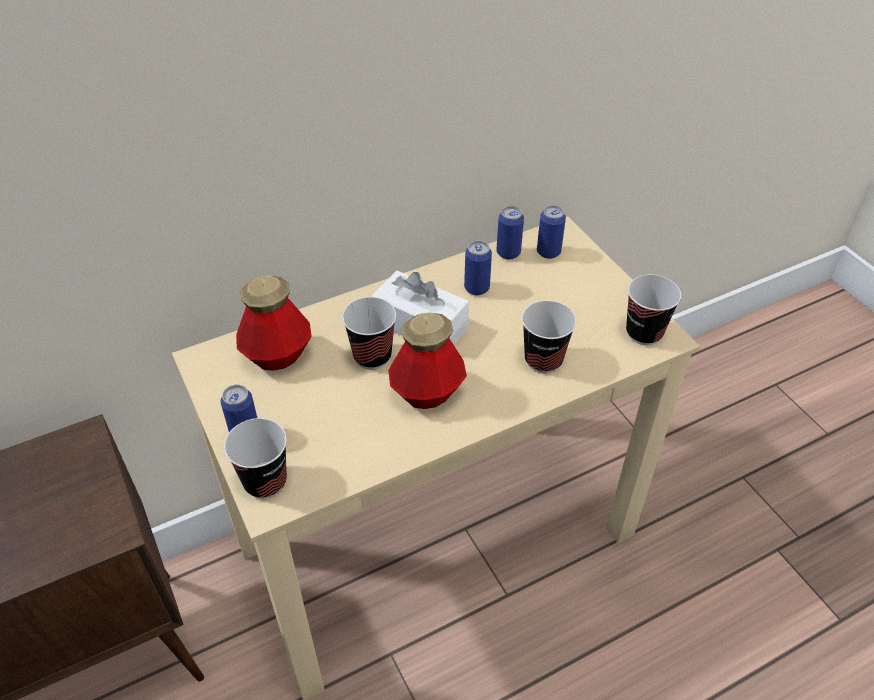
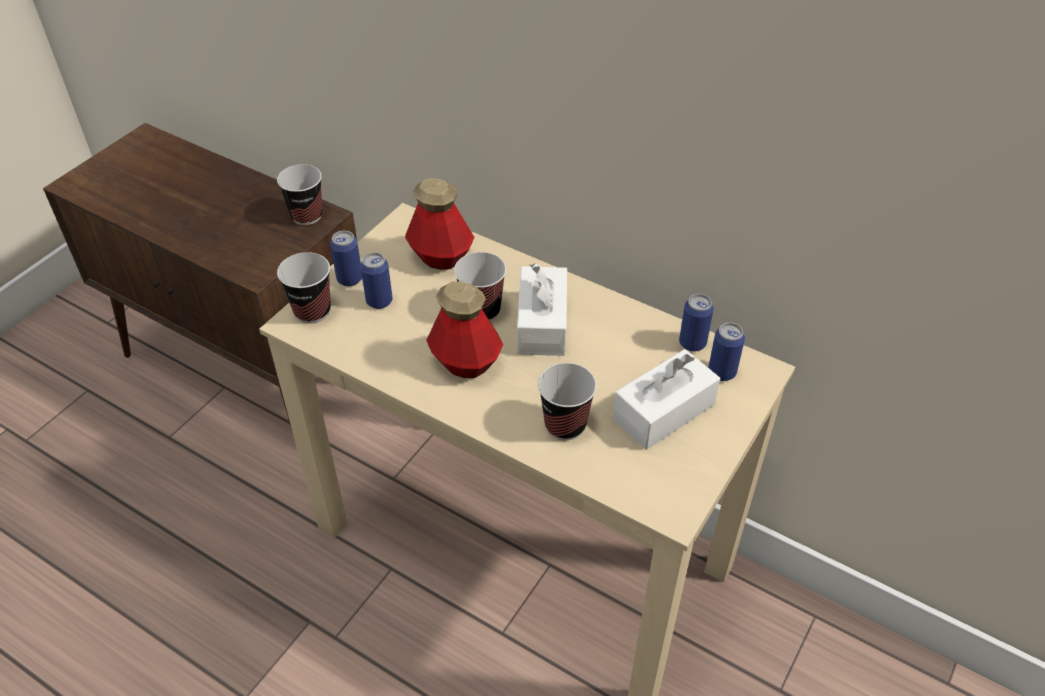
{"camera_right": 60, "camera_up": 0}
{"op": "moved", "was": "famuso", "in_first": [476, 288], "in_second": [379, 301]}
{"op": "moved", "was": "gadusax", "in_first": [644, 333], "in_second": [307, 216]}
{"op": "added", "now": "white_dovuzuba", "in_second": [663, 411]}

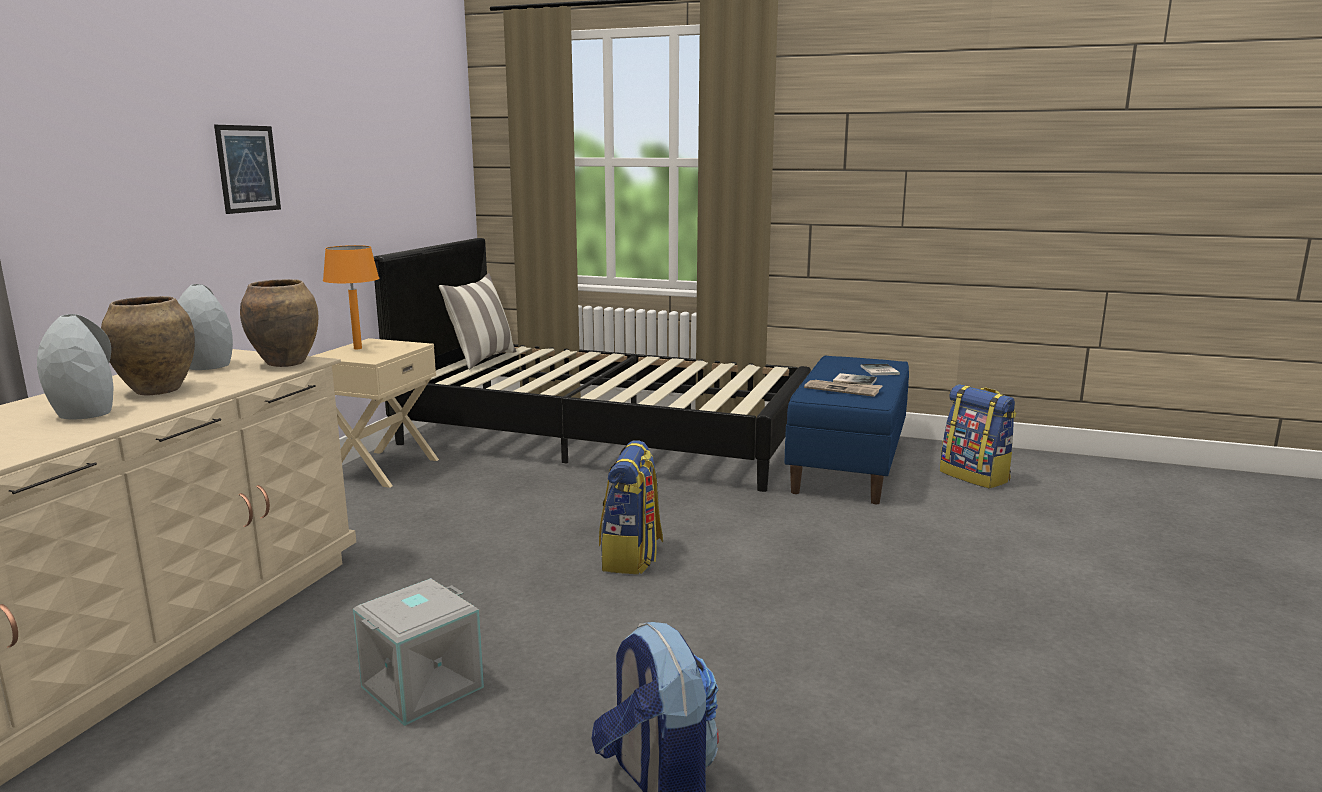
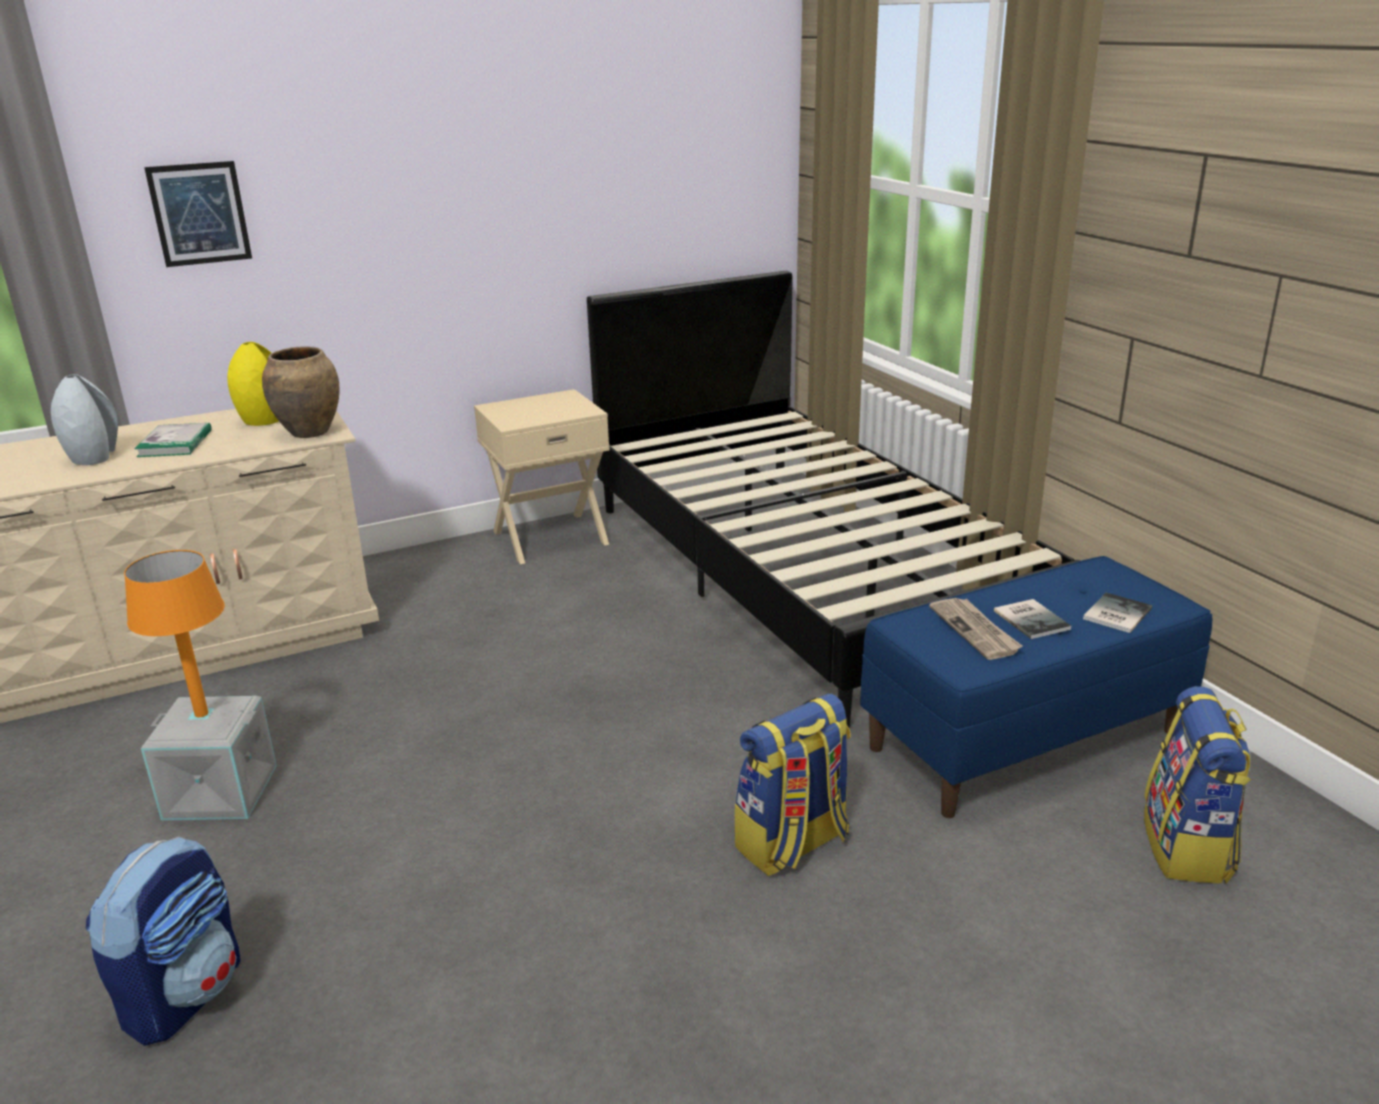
{"camera_right": 45, "camera_up": 10}
{"op": "replaced", "was": "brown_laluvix", "now": "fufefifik", "in_first": [157, 390], "in_second": [175, 443]}
{"op": "recoloured", "was": "grey_laluvix", "now": "yellow_laluvix", "in_first": [206, 366], "in_second": [262, 420]}
{"op": "moved", "was": "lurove", "in_first": [248, 169], "in_second": [199, 214]}
{"op": "moved", "was": "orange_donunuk", "in_first": [358, 348], "in_second": [202, 714]}
{"op": "removed", "was": "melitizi", "in_first": [482, 359]}
{"op": "moved", "was": "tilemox", "in_first": [632, 557], "in_second": [793, 844]}

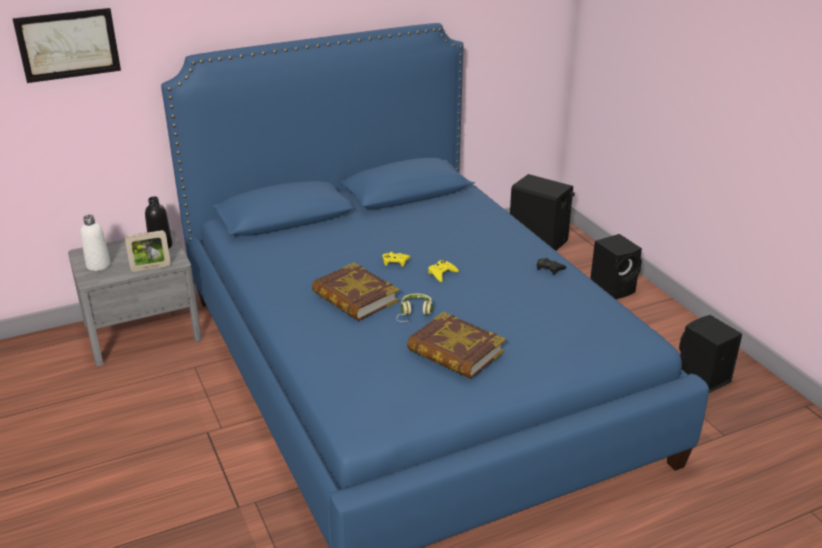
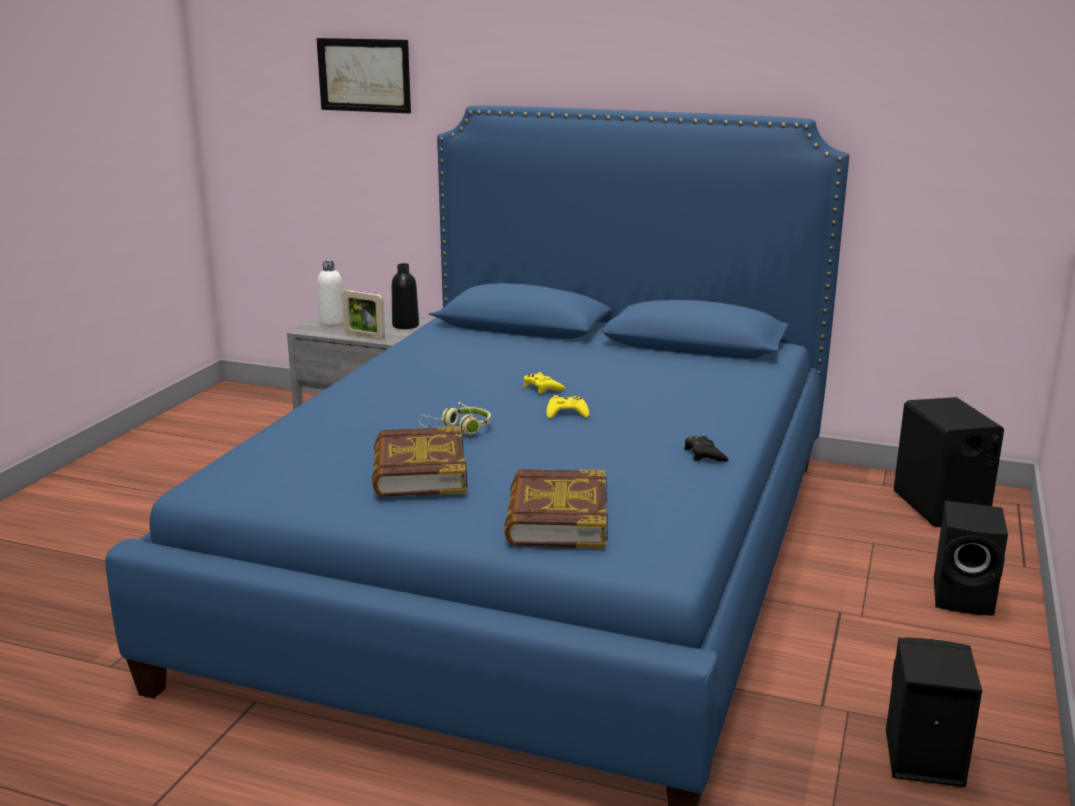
{"camera_right": 45, "camera_up": -10}
{"op": "moved", "was": "fufefifik", "in_first": [355, 298], "in_second": [556, 518]}

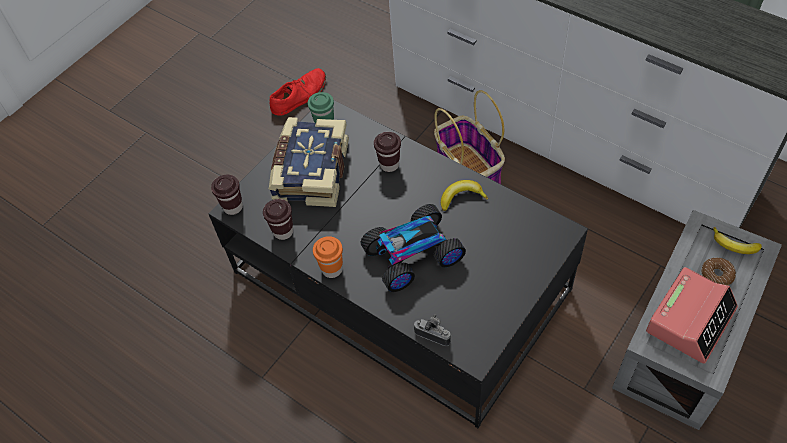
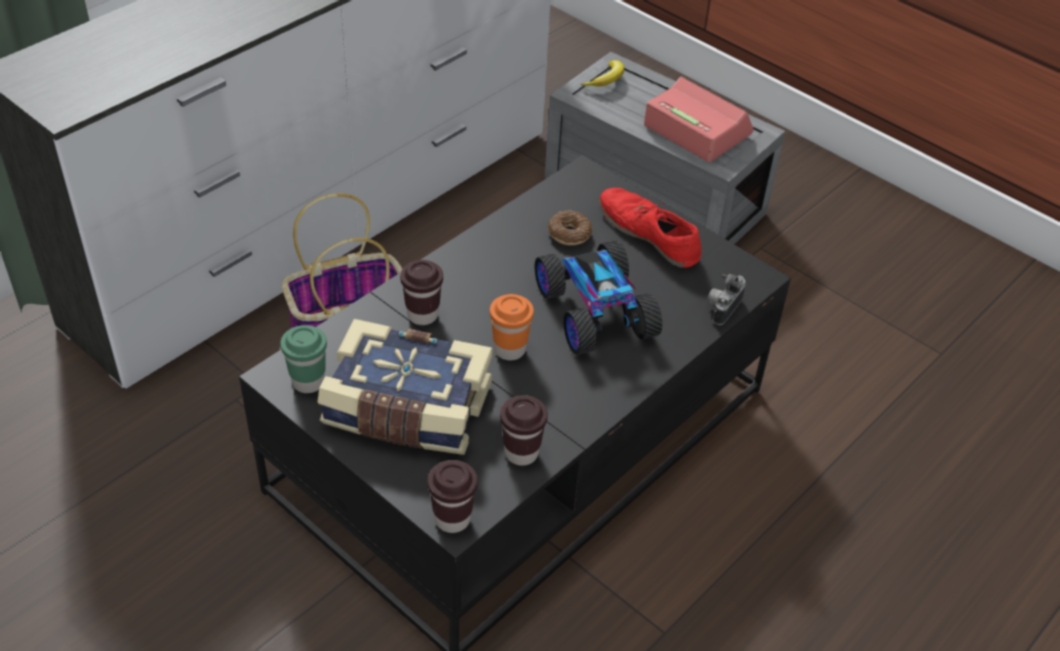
{"camera_right": -90, "camera_up": -10}
{"op": "moved", "was": "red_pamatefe", "in_first": [299, 96], "in_second": [649, 234]}
{"op": "moved", "was": "orange_gadusax", "in_first": [332, 269], "in_second": [509, 350]}
{"op": "removed", "was": "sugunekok", "in_first": [461, 197]}
{"op": "moved", "was": "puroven", "in_first": [716, 275], "in_second": [569, 234]}

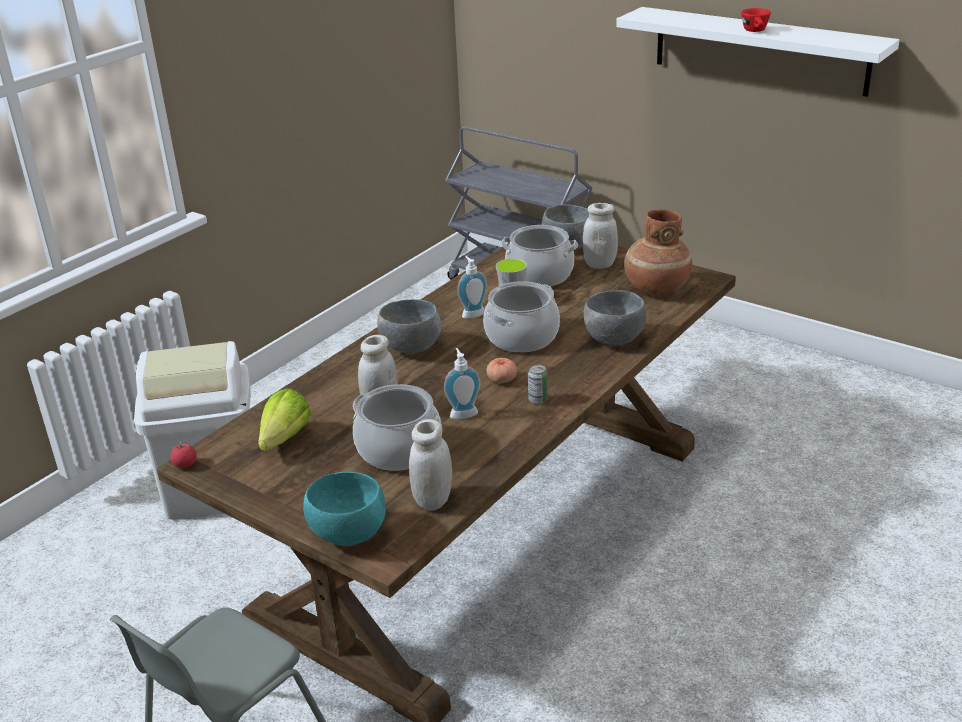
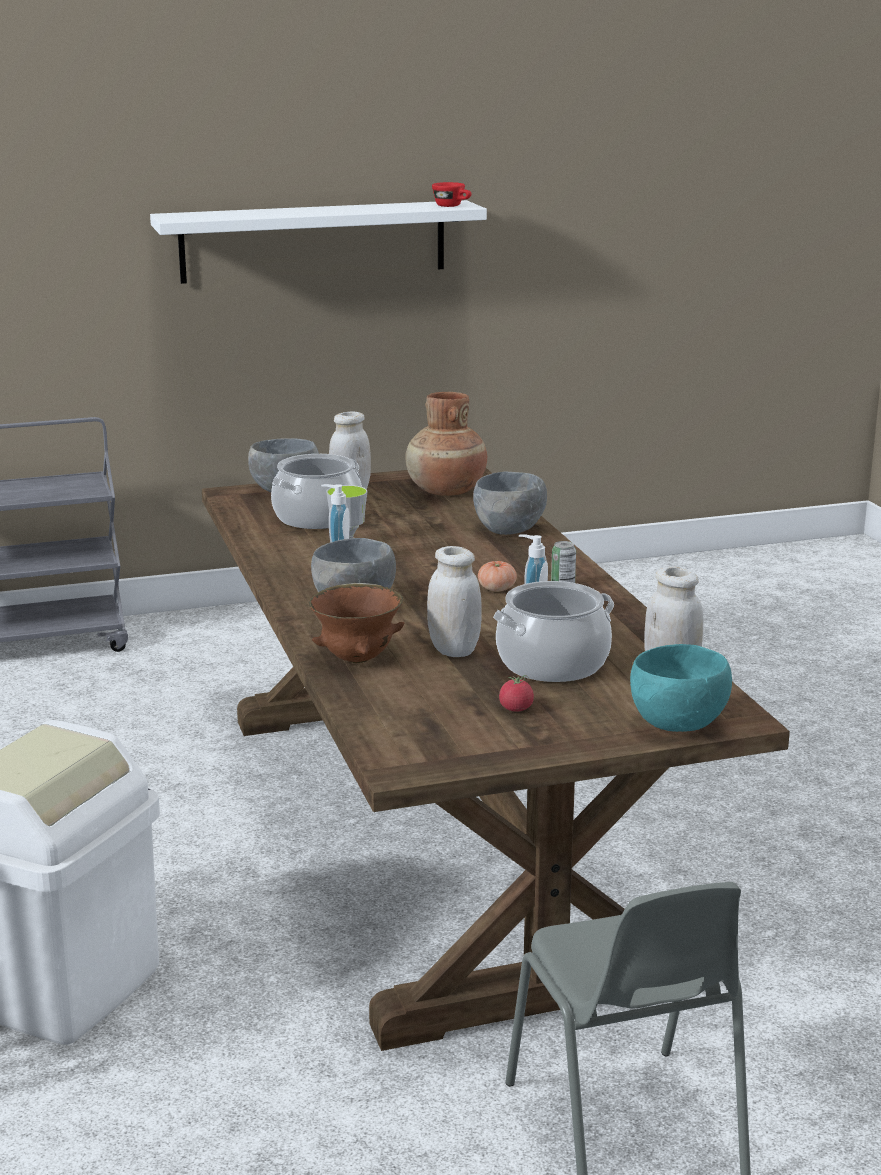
{"camera_right": -55, "camera_up": -10}
{"op": "moved", "was": "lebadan", "in_first": [185, 464], "in_second": [516, 709]}
{"op": "removed", "was": "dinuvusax", "in_first": [280, 443]}
{"op": "removed", "was": "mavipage", "in_first": [521, 337]}
{"op": "moved", "was": "red_gadusax", "in_first": [756, 31], "in_second": [452, 206]}
{"op": "added", "now": "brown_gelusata", "in_second": [358, 659]}

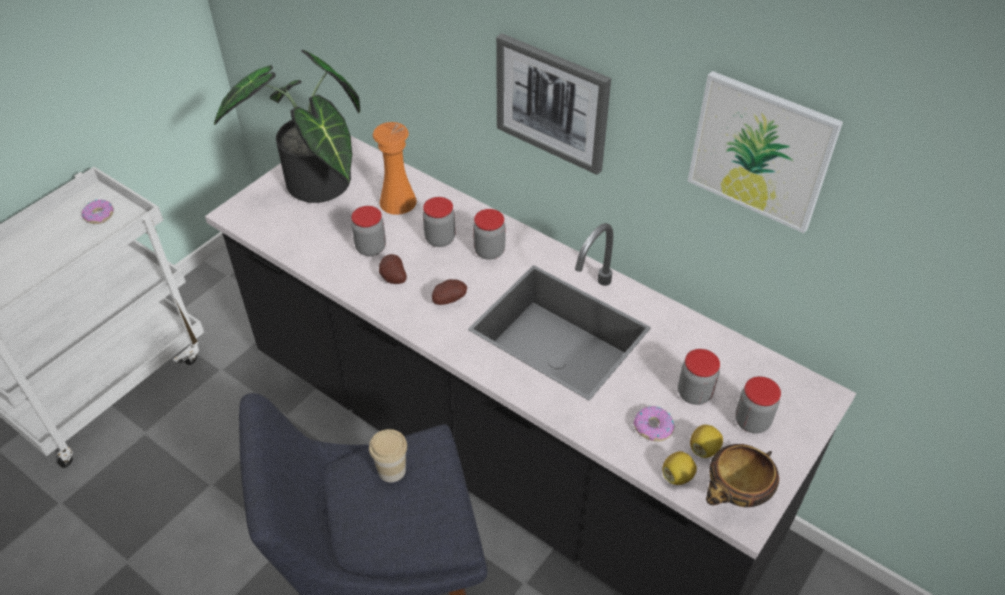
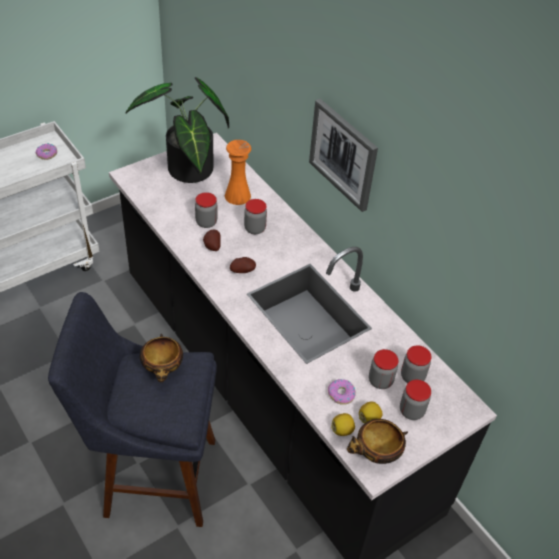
{"camera_right": 15, "camera_up": 0}
{"op": "replaced", "was": "gadusax", "now": "gelusata", "in_first": [391, 470], "in_second": [163, 370]}
{"op": "moved", "was": "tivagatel", "in_first": [489, 251], "in_second": [412, 377]}
{"op": "removed", "was": "lurove", "in_first": [760, 151]}

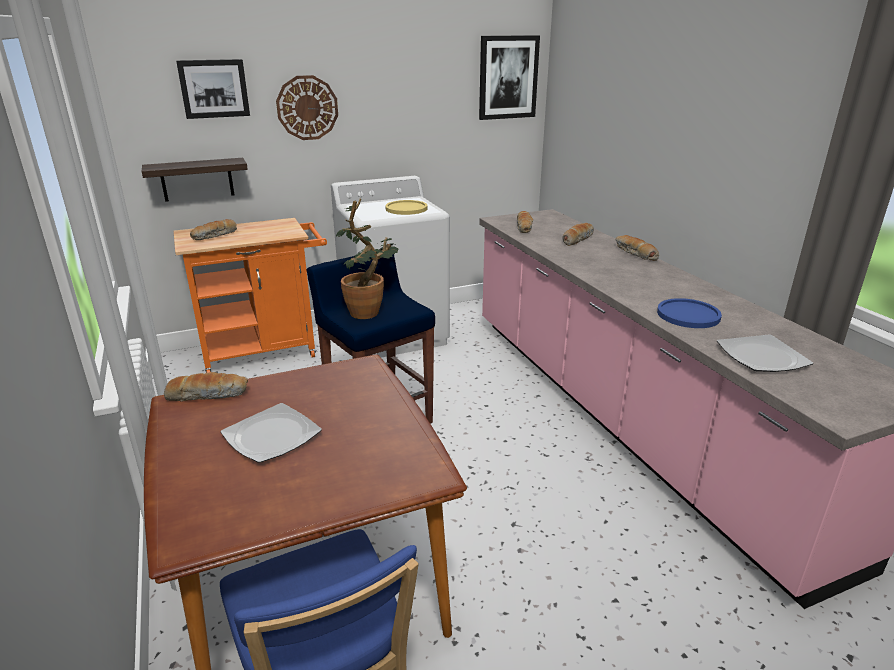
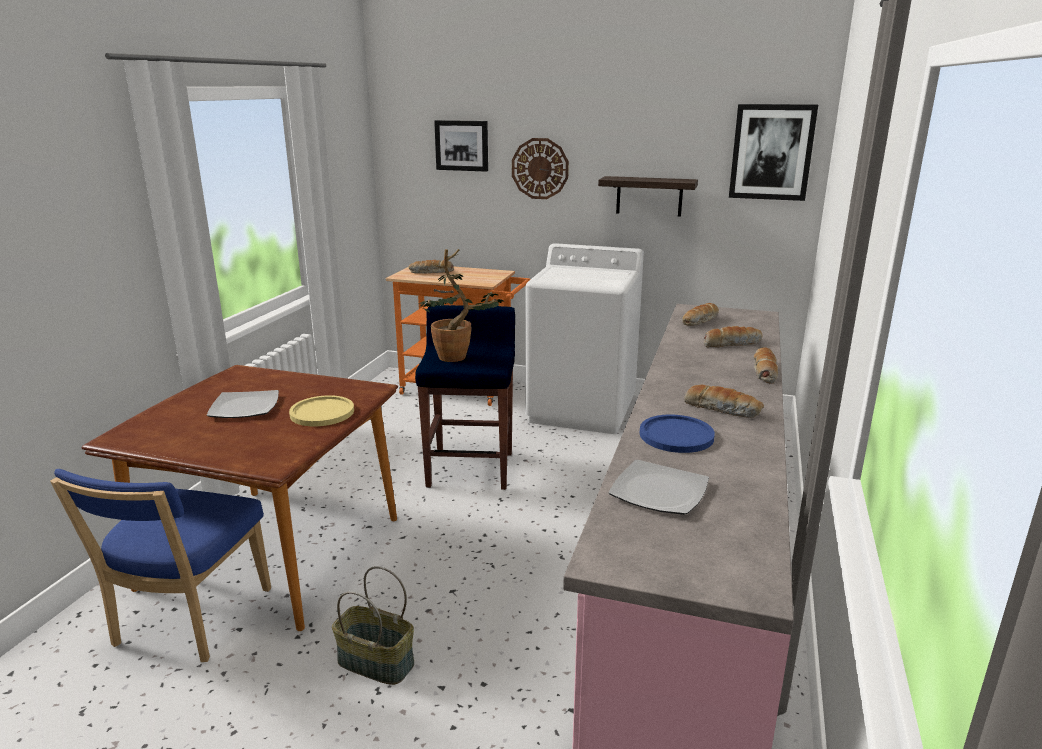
{"camera_right": 40, "camera_up": -5}
{"op": "moved", "was": "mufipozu", "in_first": [197, 179], "in_second": [649, 196]}
{"op": "moved", "was": "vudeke", "in_first": [208, 394], "in_second": [722, 409]}
{"op": "moved", "was": "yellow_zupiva", "in_first": [406, 209], "in_second": [322, 412]}
{"op": "added", "now": "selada", "in_second": [374, 663]}

